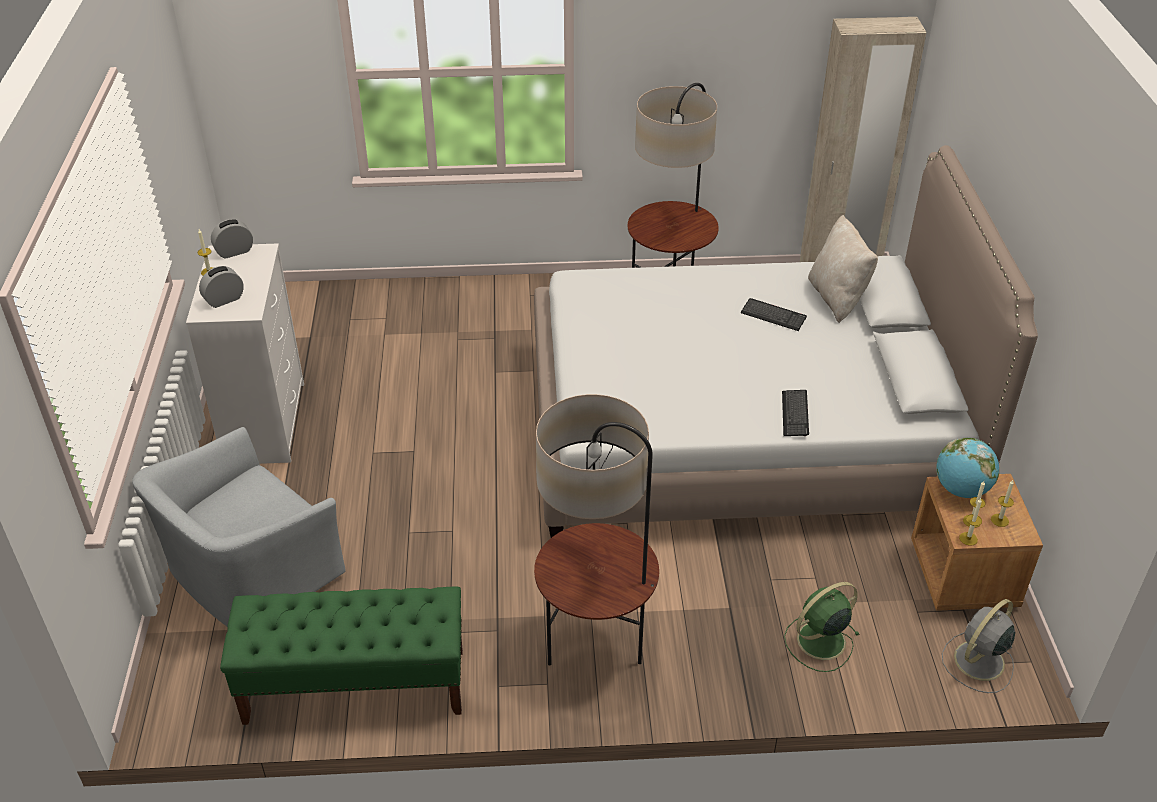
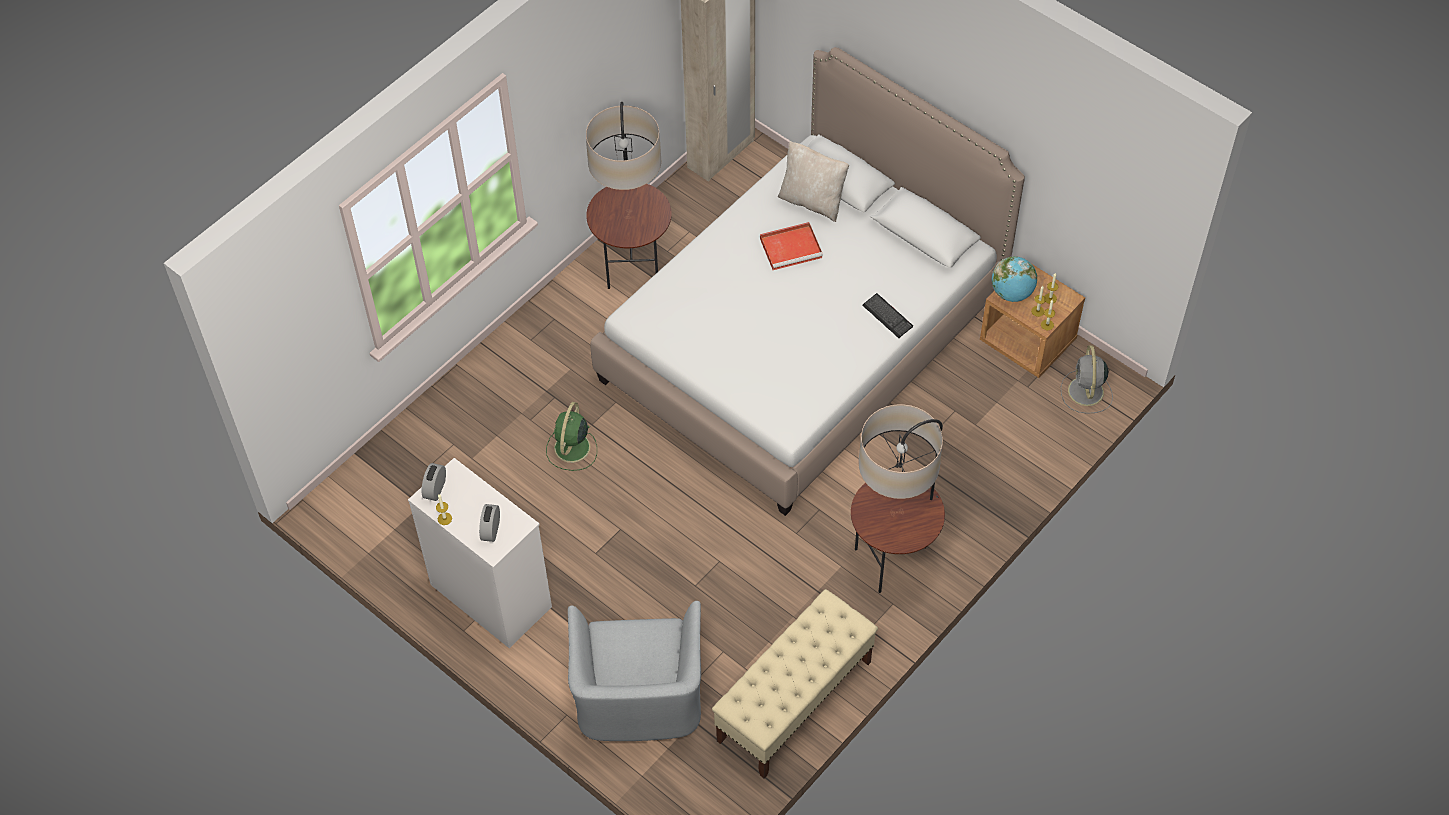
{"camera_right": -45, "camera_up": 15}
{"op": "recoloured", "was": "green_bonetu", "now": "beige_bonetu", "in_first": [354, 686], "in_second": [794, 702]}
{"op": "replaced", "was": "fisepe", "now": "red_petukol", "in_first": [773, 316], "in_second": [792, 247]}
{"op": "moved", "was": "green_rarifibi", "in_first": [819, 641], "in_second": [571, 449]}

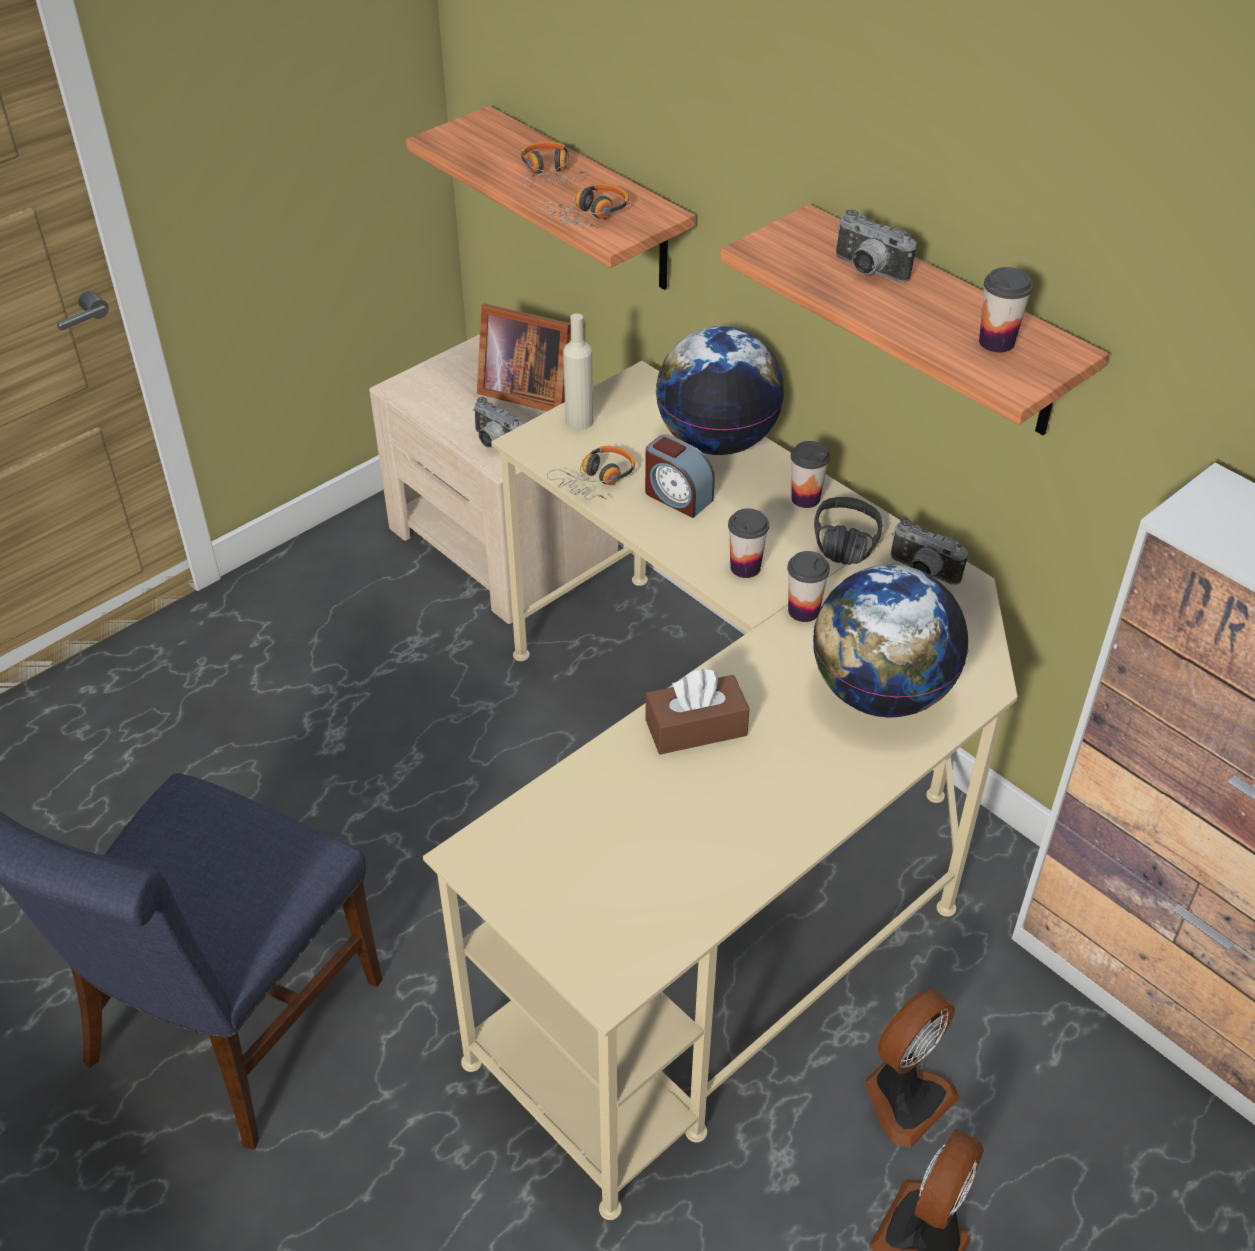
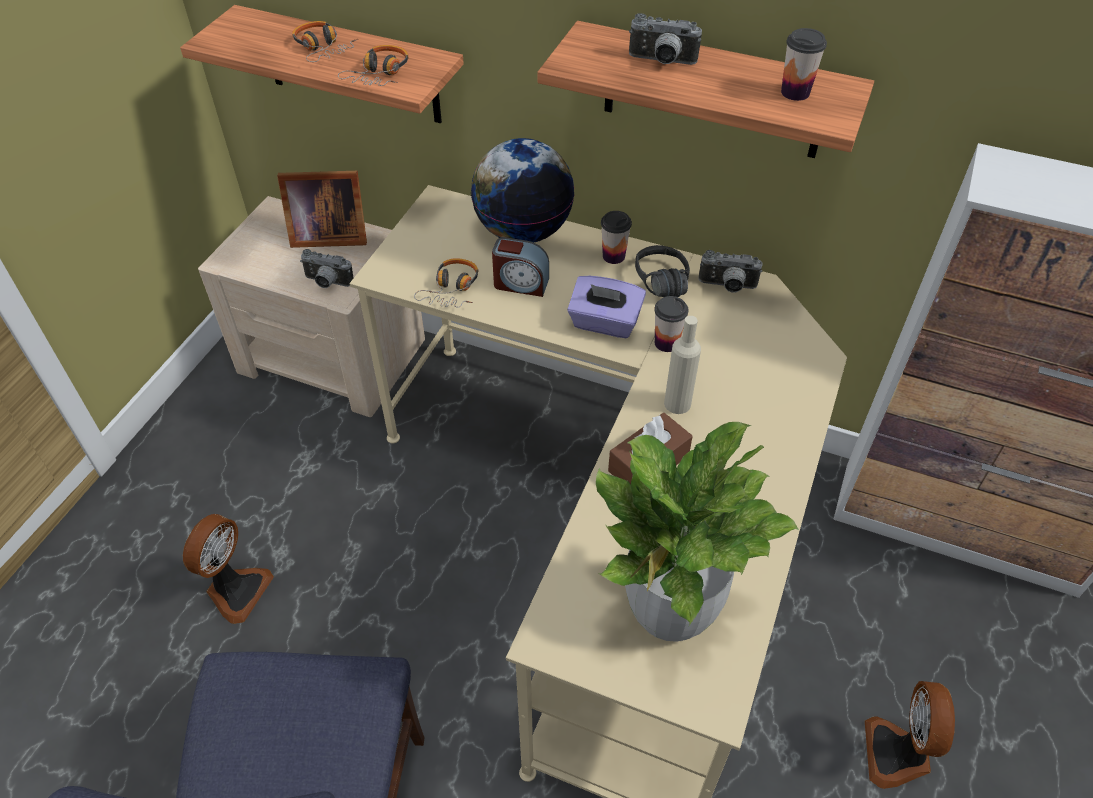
{"camera_right": -25, "camera_up": 5}
{"op": "moved", "was": "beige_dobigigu", "in_first": [579, 421], "in_second": [677, 403]}
{"op": "replaced", "was": "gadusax", "now": "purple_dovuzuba", "in_first": [745, 567], "in_second": [604, 323]}
{"op": "removed", "was": "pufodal", "in_first": [880, 693]}
{"op": "moved", "was": "rarifibi", "in_first": [904, 1096], "in_second": [236, 590]}
{"op": "added", "now": "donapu", "in_second": [669, 613]}

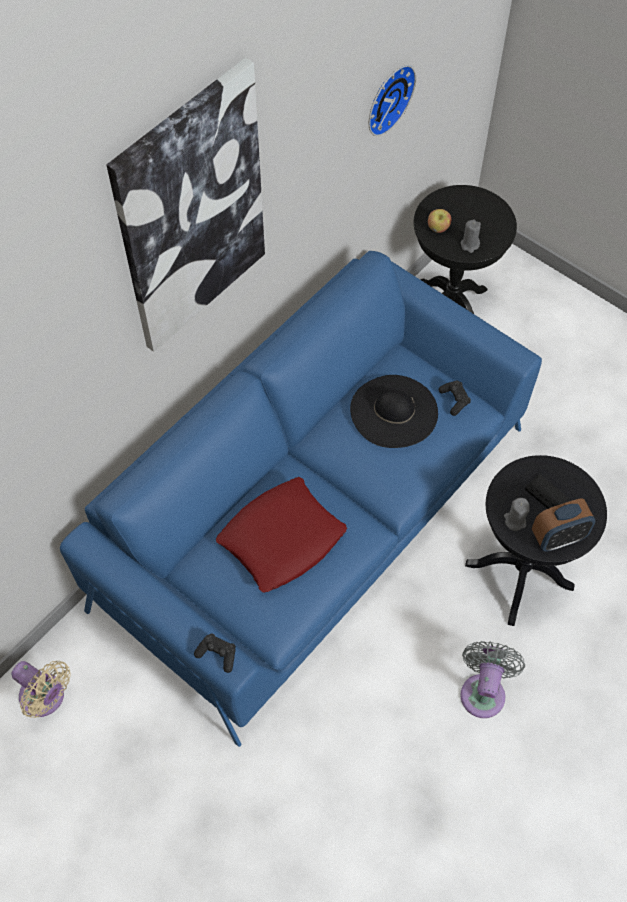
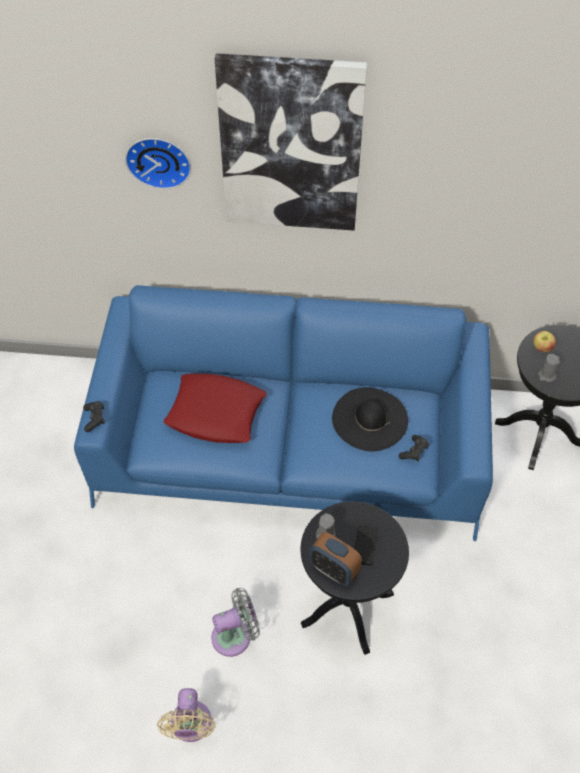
{"camera_right": 55, "camera_up": -5}
{"op": "moved", "was": "beige_rarifibi", "in_first": [45, 698], "in_second": [190, 726]}
{"op": "moved", "was": "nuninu", "in_first": [387, 98], "in_second": [159, 160]}

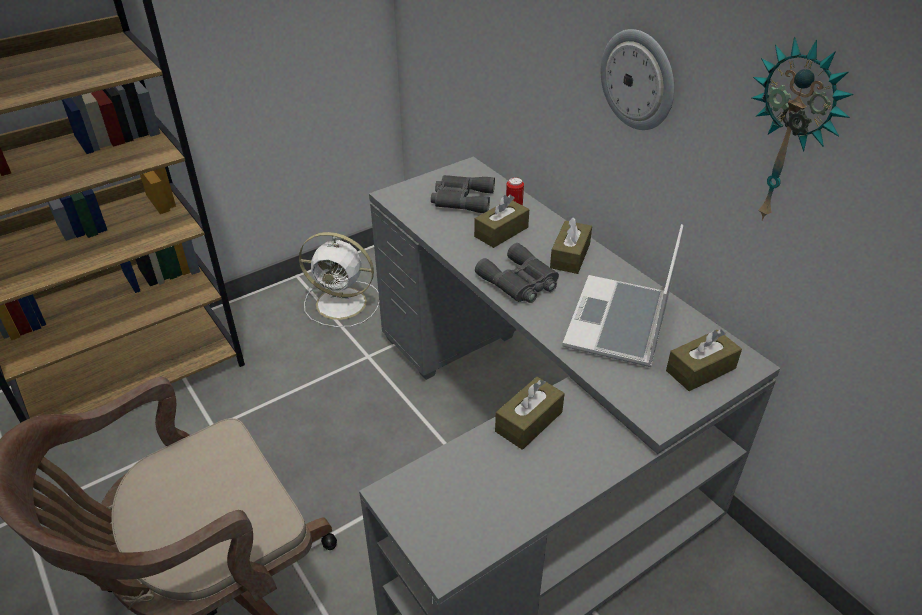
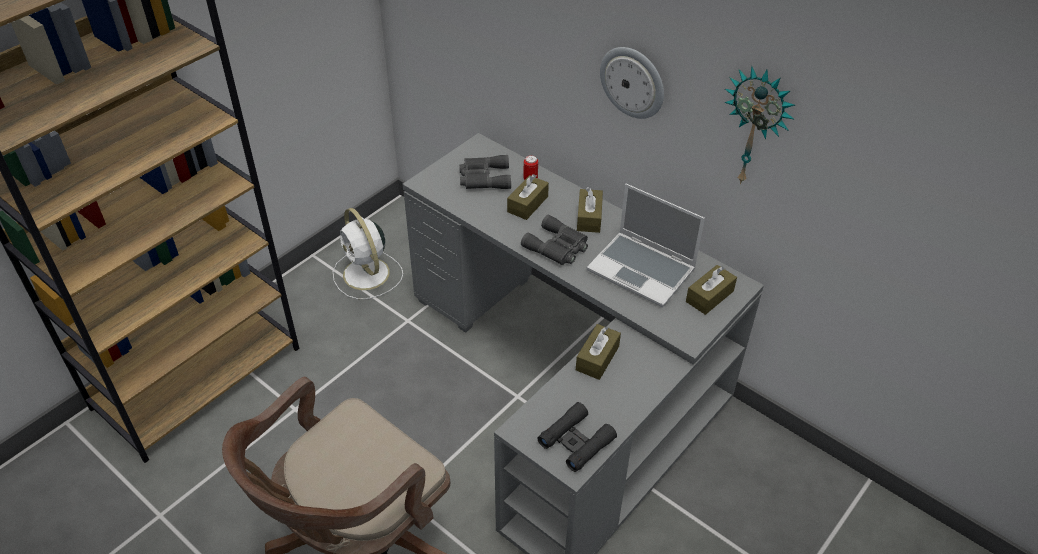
{"camera_right": -15, "camera_up": 5}
{"op": "turned", "was": "white_rarifibi", "in_first": [343, 303], "in_second": [367, 275], "clockwise": 60}
{"op": "turned", "was": "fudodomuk", "in_first": [619, 324], "in_second": [642, 270], "clockwise": -60}
{"op": "added", "now": "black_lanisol", "in_second": [576, 441]}

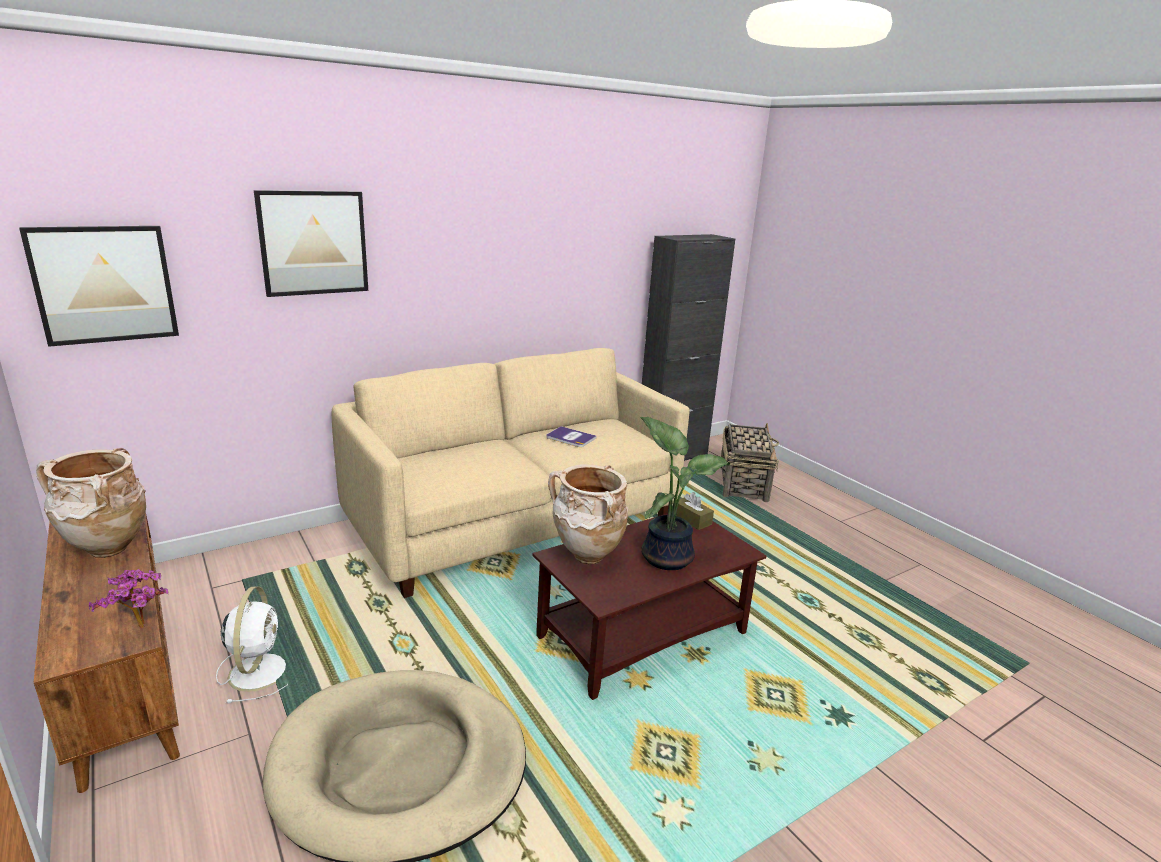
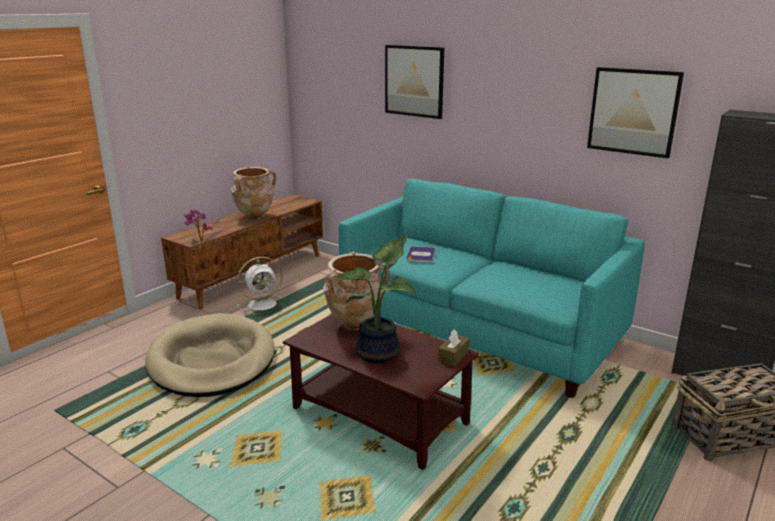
{"camera_right": 70, "camera_up": 0}
{"op": "moved", "was": "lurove", "in_first": [104, 284], "in_second": [633, 111]}
{"op": "recoloured", "was": "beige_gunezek", "now": "turquoise_gunezek", "in_first": [515, 522], "in_second": [480, 330]}
{"op": "moved", "was": "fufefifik", "in_first": [570, 438], "in_second": [421, 255]}

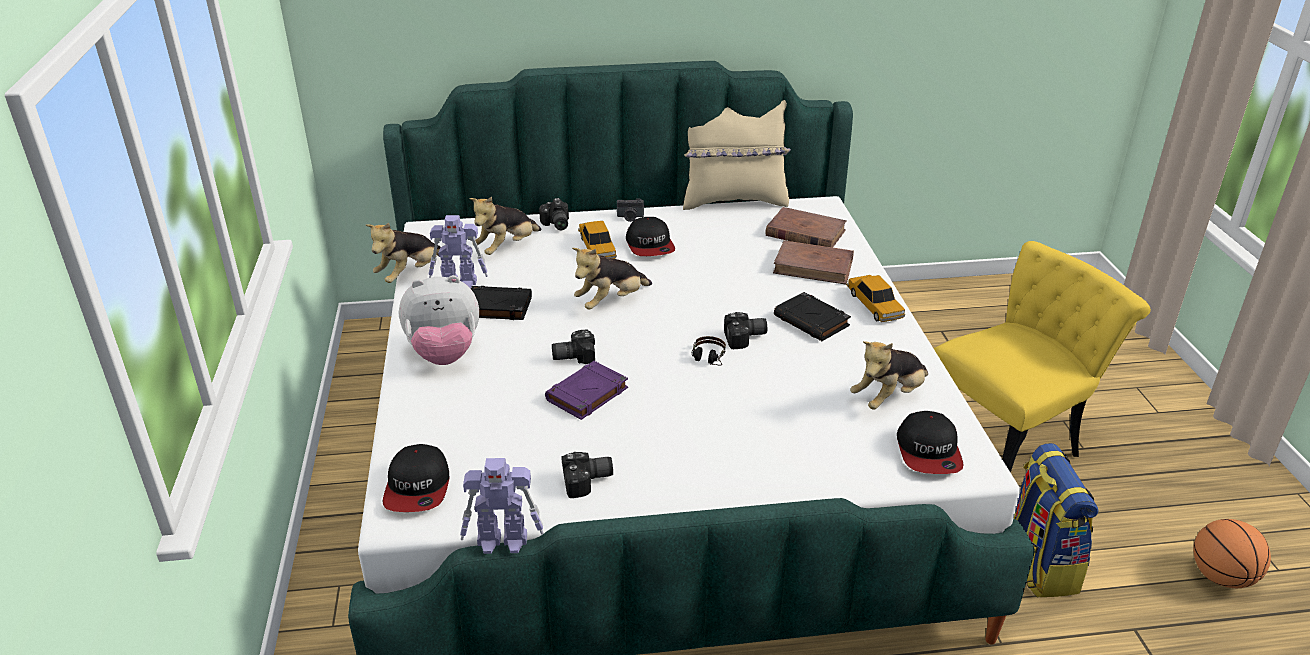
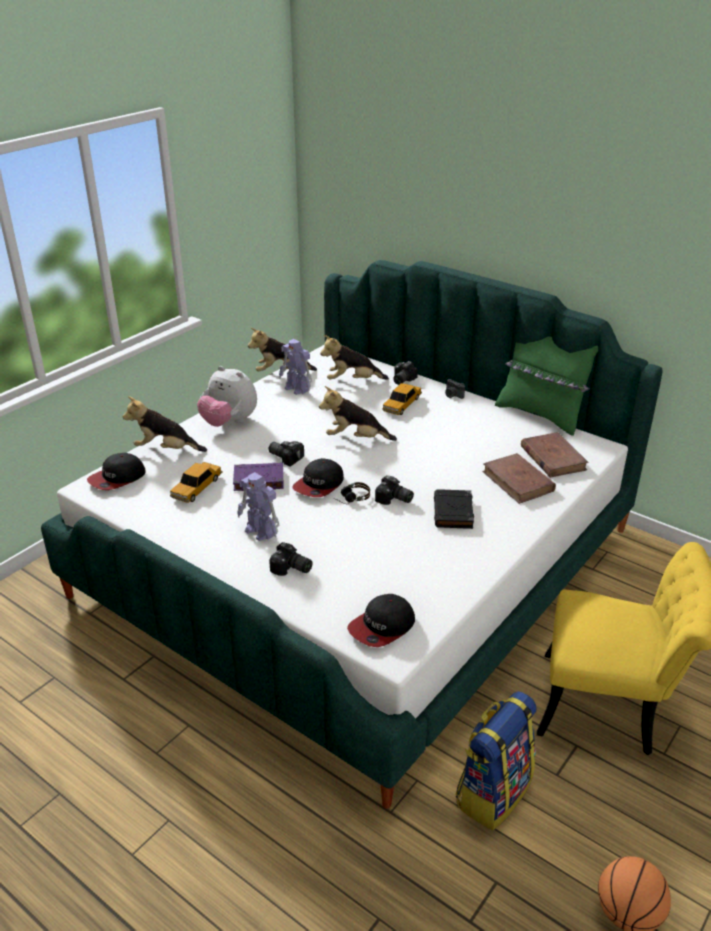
{"camera_right": 45, "camera_up": 0}
{"op": "moved", "was": "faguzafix", "in_first": [504, 541], "in_second": [260, 532]}
{"op": "removed", "was": "black_fufefifik", "in_first": [497, 307]}
{"op": "moved", "was": "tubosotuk", "in_first": [588, 482], "in_second": [291, 569]}
{"op": "moved", "was": "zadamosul", "in_first": [650, 246], "in_second": [319, 485]}
{"op": "recoloured", "was": "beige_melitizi", "now": "green_melitizi", "in_first": [734, 201], "in_second": [540, 415]}
{"op": "moved", "was": "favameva", "in_first": [874, 305], "in_second": [196, 487]}
{"op": "moved", "was": "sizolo", "in_first": [889, 397], "in_second": [166, 449]}

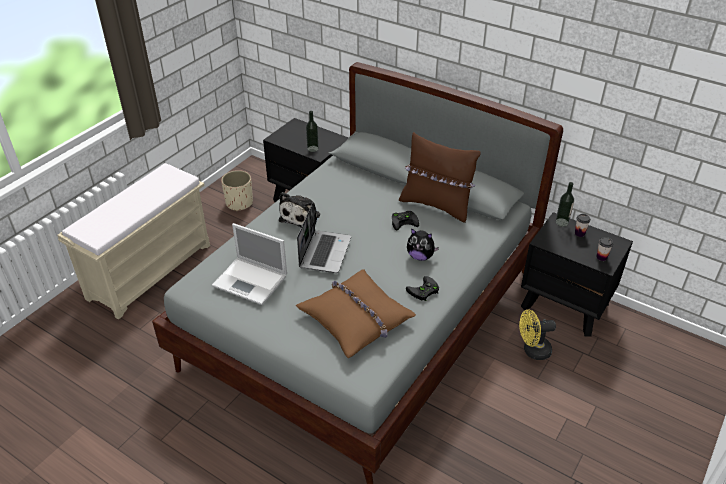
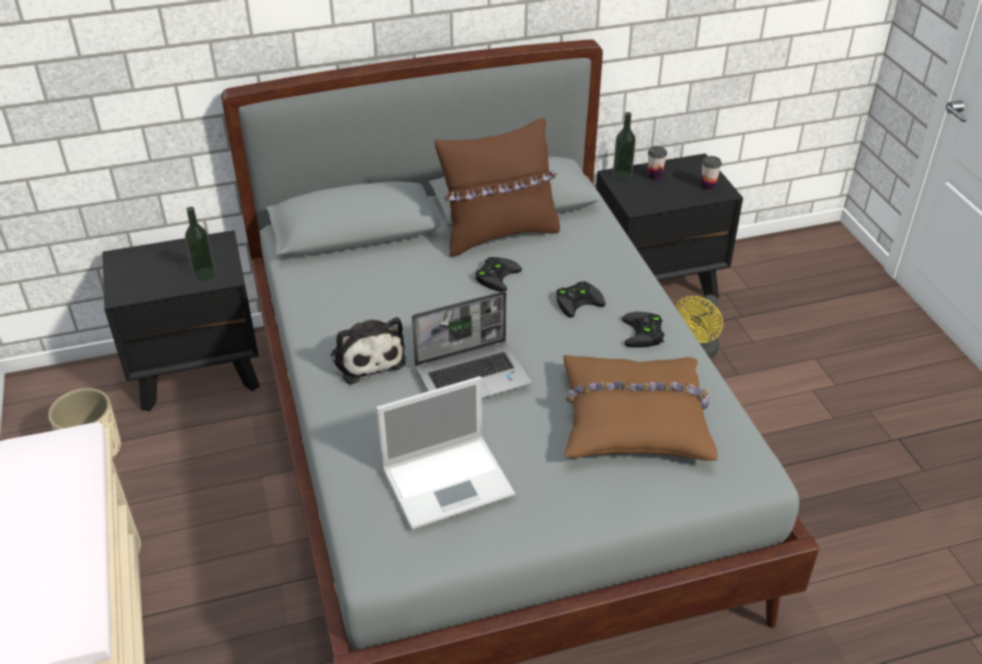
{"camera_right": -50, "camera_up": 0}
{"op": "turned", "was": "fudodomuk", "in_first": [324, 252], "in_second": [473, 375], "clockwise": 105}
{"op": "replaced", "was": "sizolo", "now": "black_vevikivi", "in_first": [420, 256], "in_second": [578, 300]}

